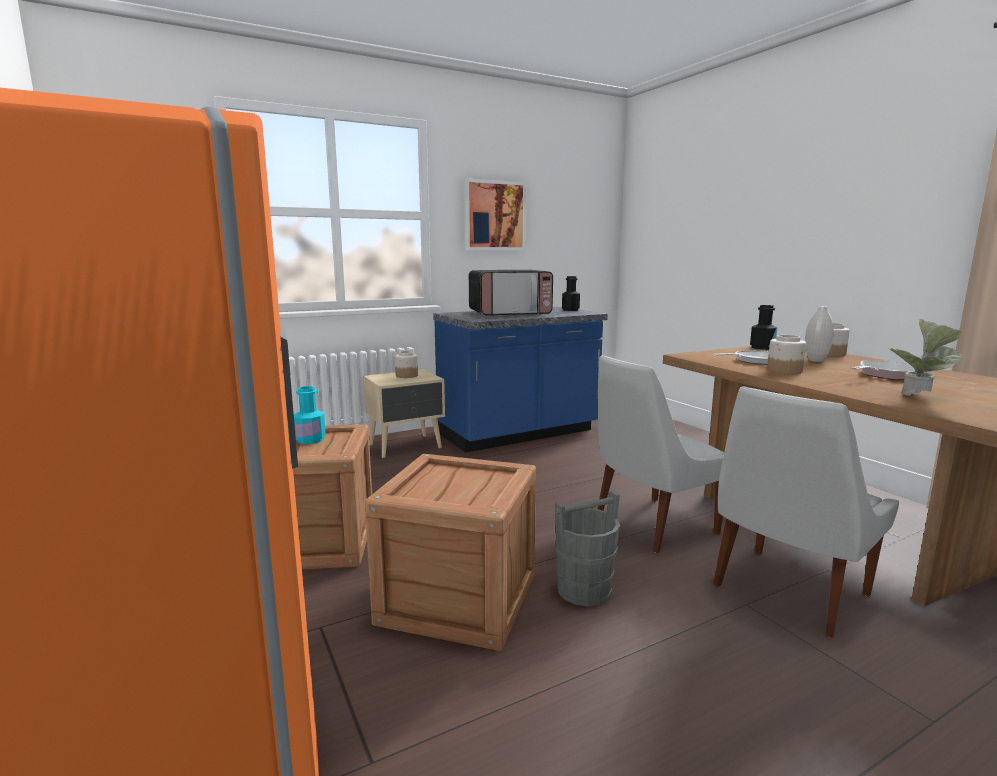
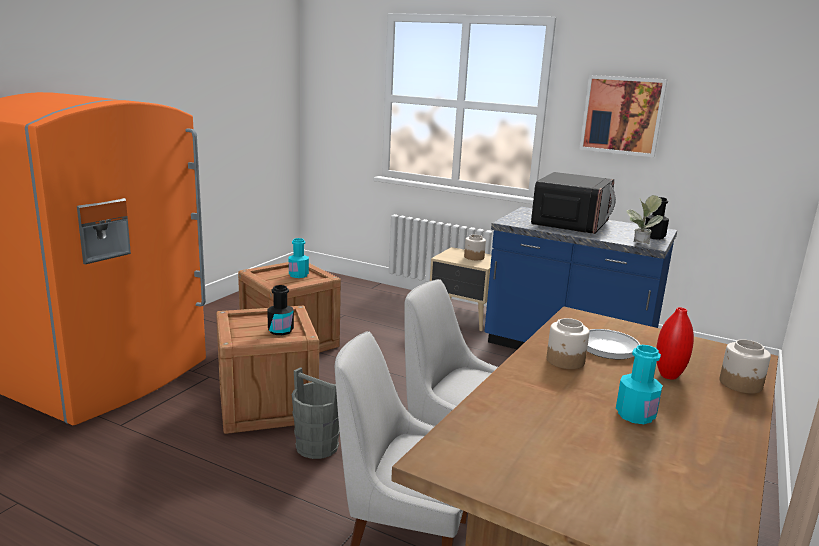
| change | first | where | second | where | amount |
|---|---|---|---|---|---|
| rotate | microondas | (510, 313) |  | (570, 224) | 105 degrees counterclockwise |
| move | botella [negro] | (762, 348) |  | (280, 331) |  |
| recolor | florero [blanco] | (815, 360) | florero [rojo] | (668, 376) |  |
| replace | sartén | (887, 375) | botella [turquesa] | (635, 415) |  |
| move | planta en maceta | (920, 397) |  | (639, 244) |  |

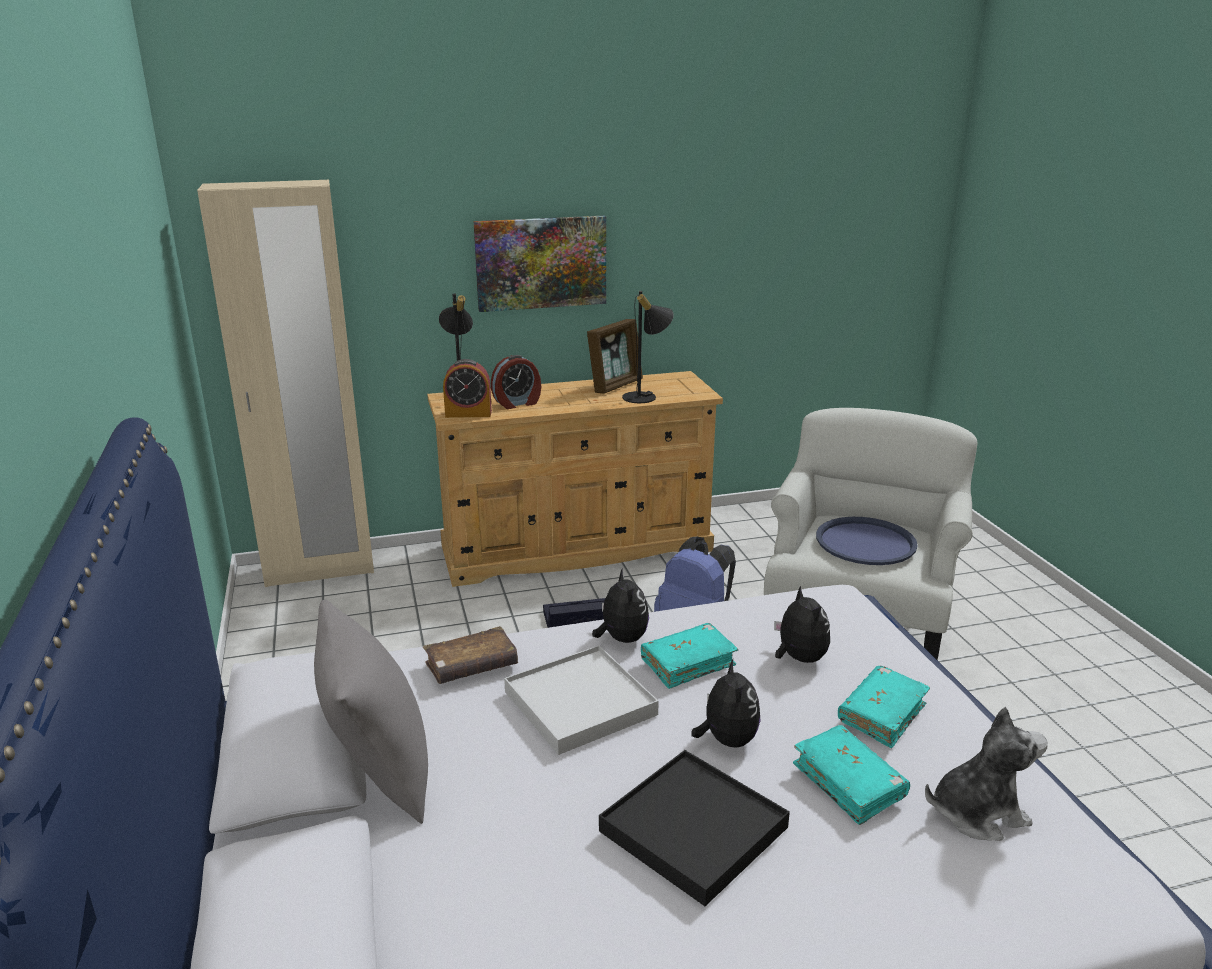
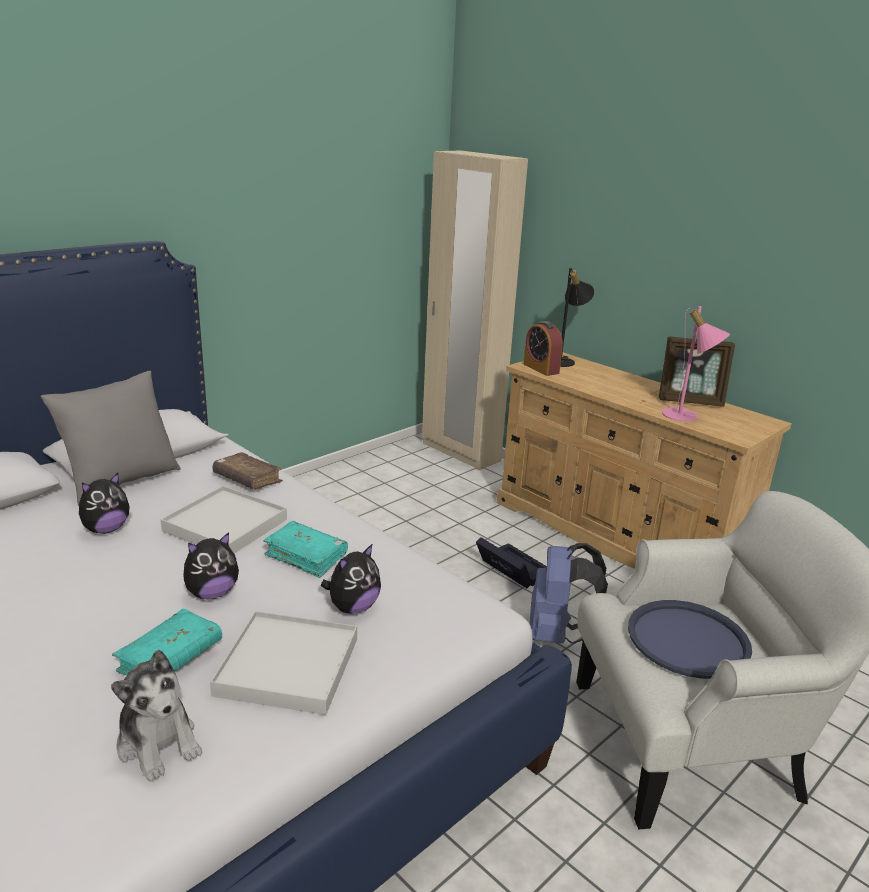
| change | first | where | second | where | amount |
|---|---|---|---|---|---|
| delete | cuadro | (541, 262) |  |  |  |
| delete | despertador | (517, 403) |  |  |  |
| move | peluche | (621, 639) |  | (106, 529) |  |
| delete | bandeja [negro] | (693, 829) |  |  |  |
| recolor | lámpara de mesa [negro] | (645, 397) | lámpara de mesa [rosa] | (686, 417) |  |
| replace | libro [turquesa] | (882, 714) | bandeja [blanco] | (288, 666) |  |

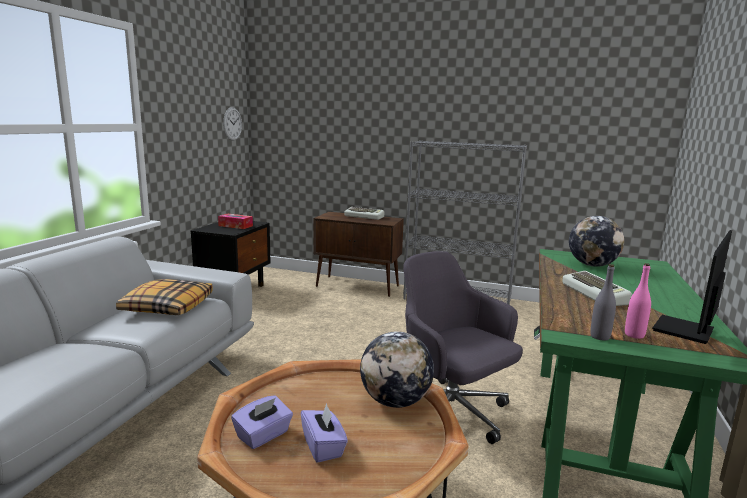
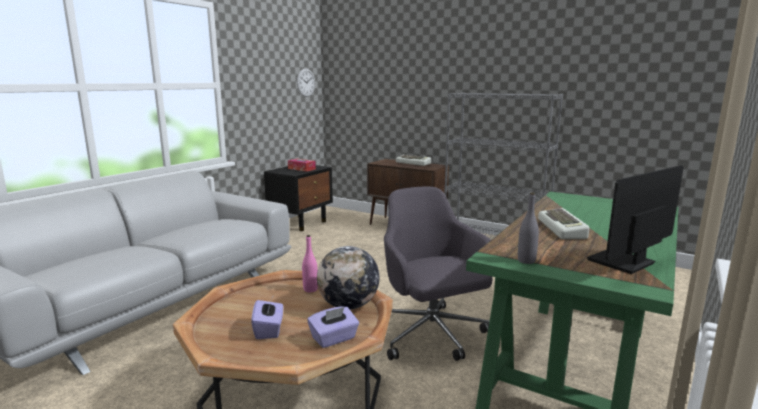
| change | first | where | second | where | amount |
|---|---|---|---|---|---|
| delete | cojín | (167, 307) |  |  |  |
| move | caja de pañuelos [morado] | (263, 435) |  | (334, 339) |  |
| delete | globo terráqueo | (592, 265) |  |  |  |
| move | botella [rosa] | (634, 335) |  | (310, 289) |  |

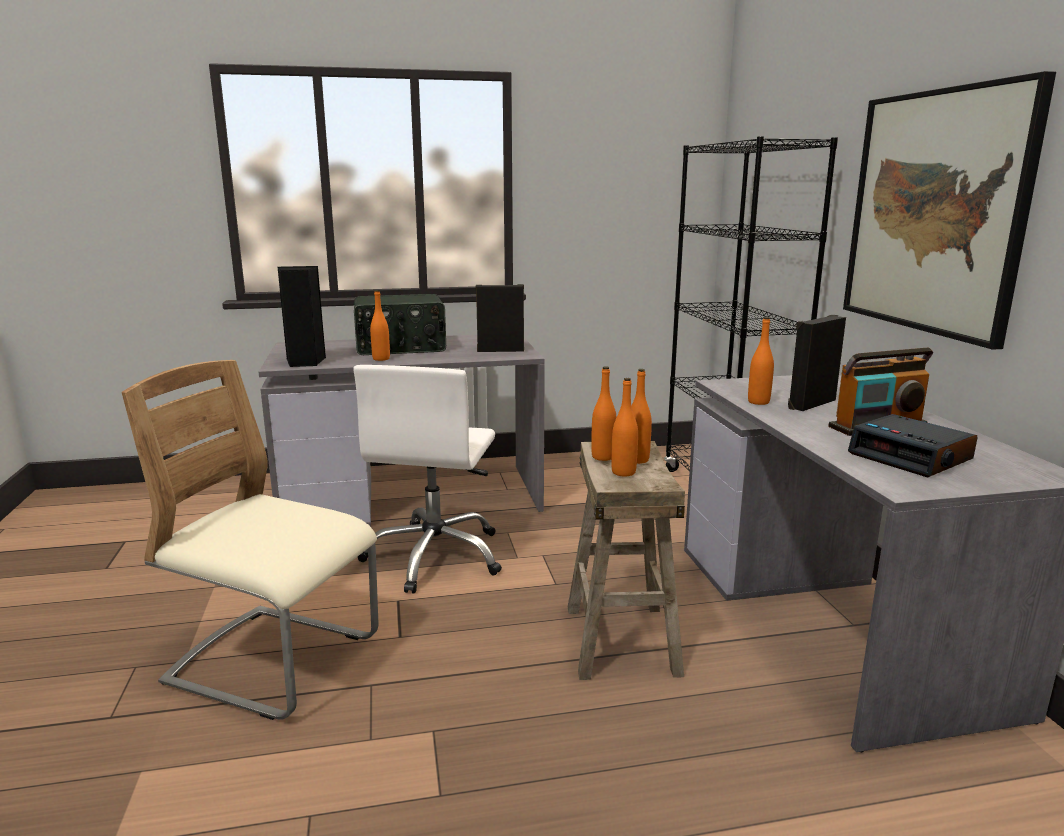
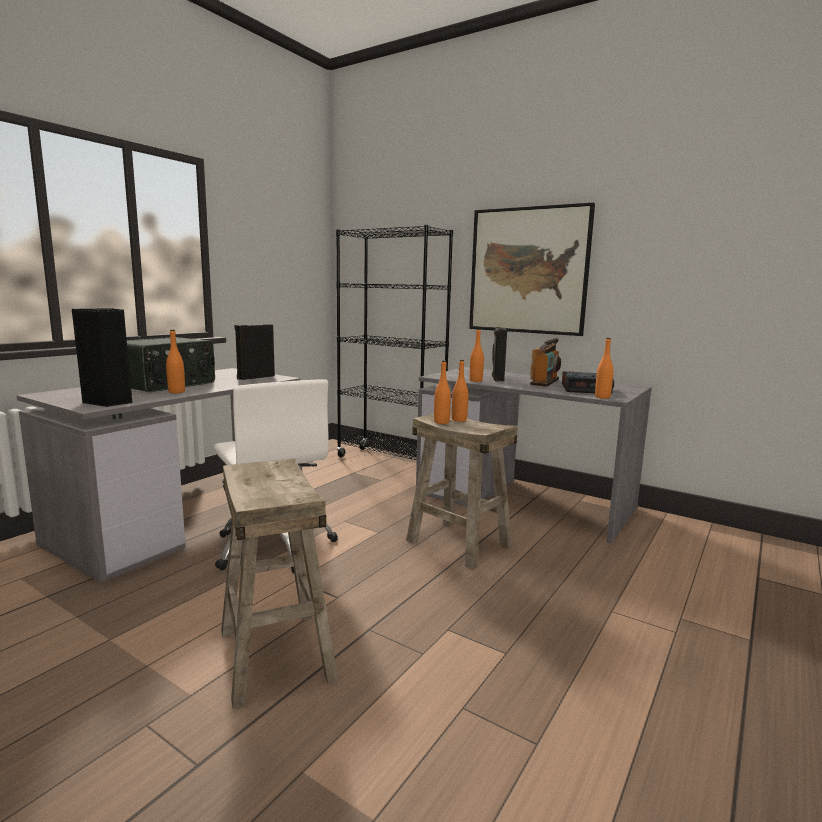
| change | first | where | second | where | amount |
|---|---|---|---|---|---|
| replace | silla [beis] | (275, 662) | taburete [beis] | (274, 654) |  |
| move | botella [naranja] | (623, 472) |  | (602, 397) |  |

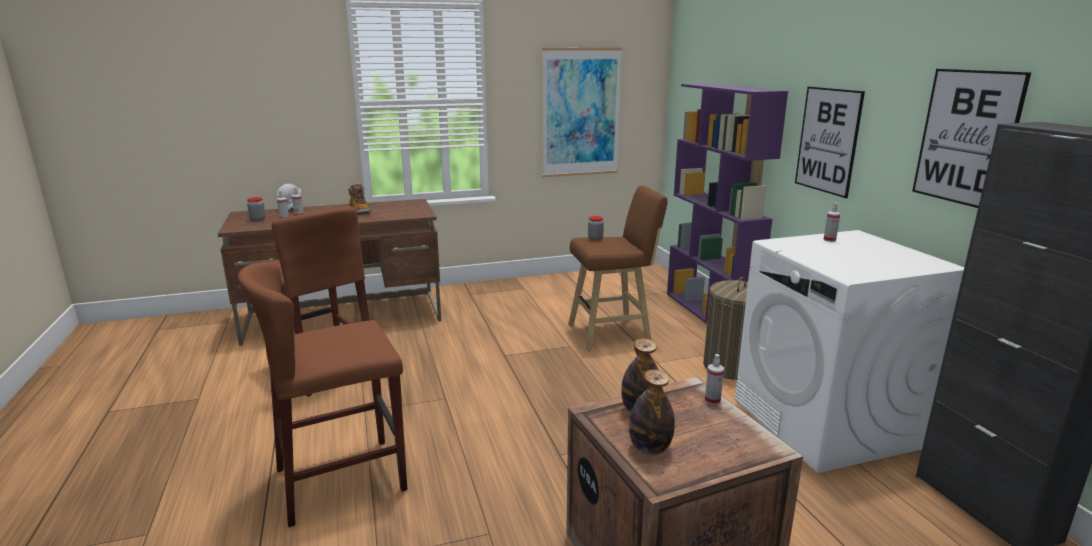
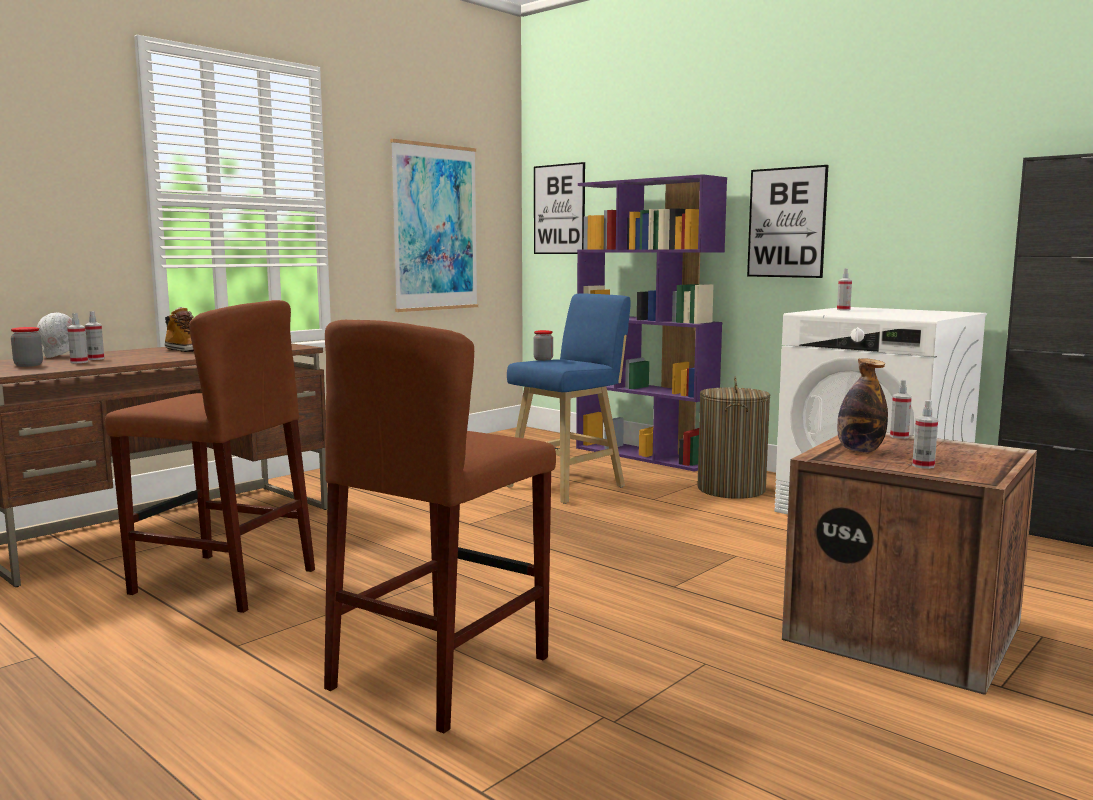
| change | first | where | second | where | amount |
|---|---|---|---|---|---|
| recolor | taburete [marrón] | (613, 334) | taburete [azul] | (569, 486) |  |
| replace | botella | (649, 448) | pulverizador | (923, 466) |  |
| move | cuadro | (966, 137) |  | (559, 209) |  |

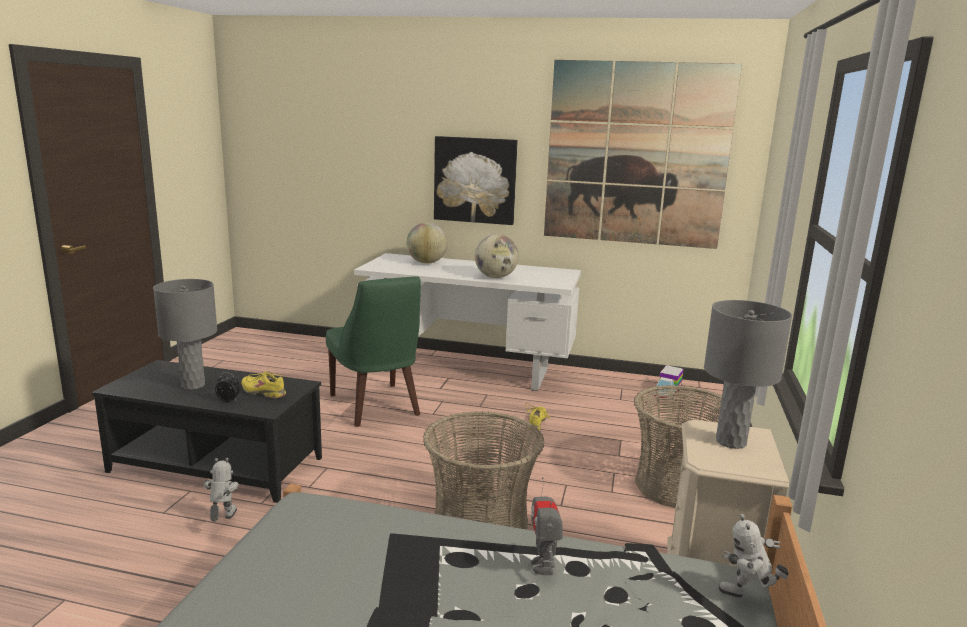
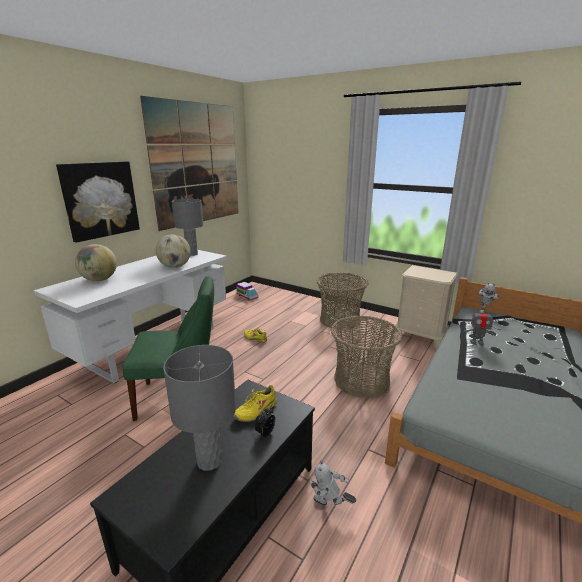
| change | first | where | second | where | amount |
|---|---|---|---|---|---|
| move | lámpara de mesa [gris] | (730, 442) |  | (192, 254) |  |

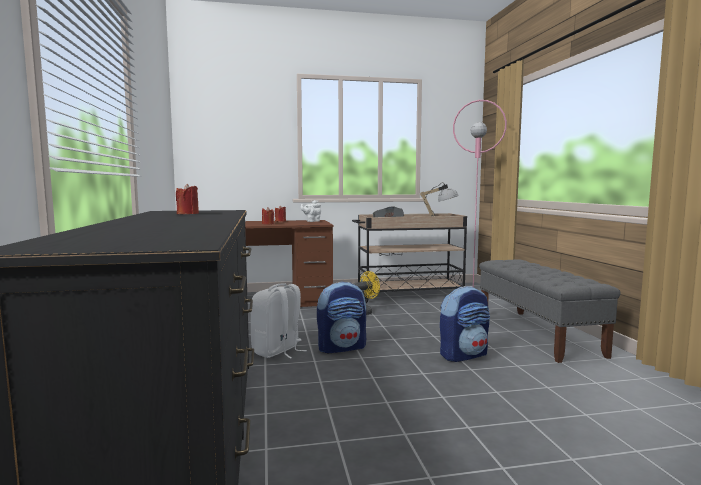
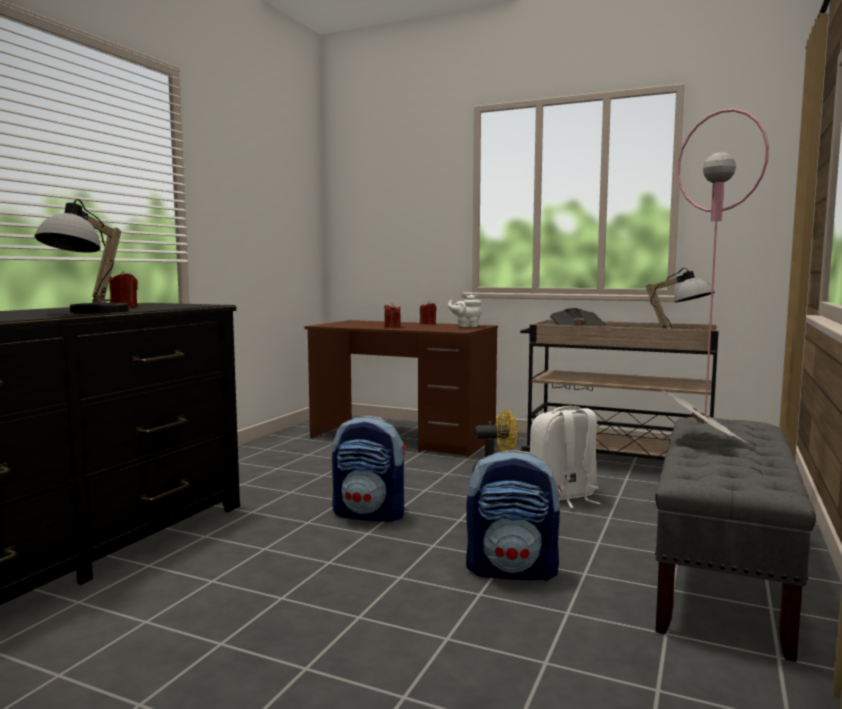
| change | first | where | second | where | amount |
|---|---|---|---|---|---|
| move | mochila [blanco] | (277, 351) |  | (563, 496) |  |
| insert |  |  | lámpara de mesa | (89, 312) |  |
| insert |  |  | periódico | (704, 440) |  |

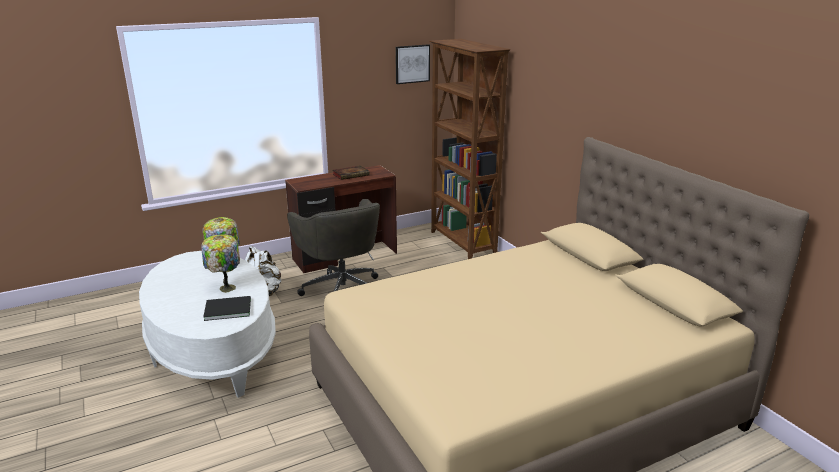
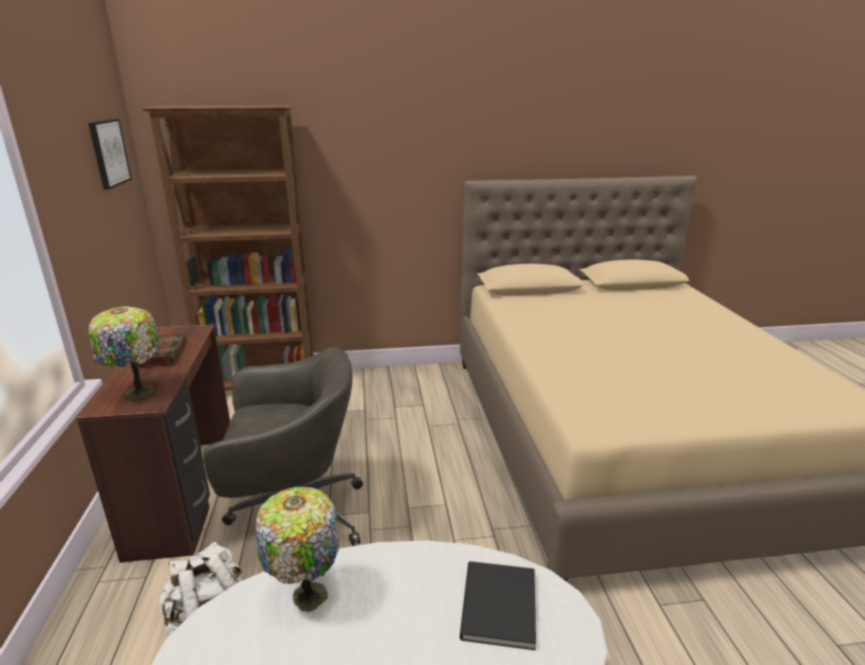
| change | first | where | second | where | amount |
|---|---|---|---|---|---|
| move | lámpara de mesa | (226, 288) |  | (137, 392) |  |

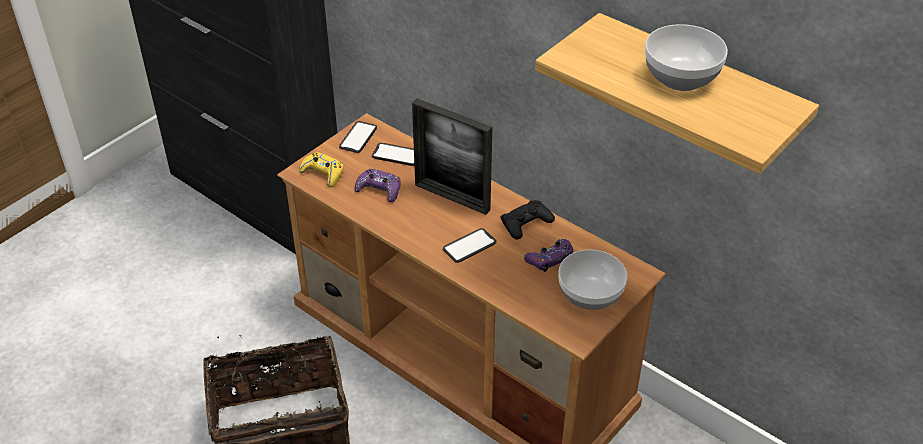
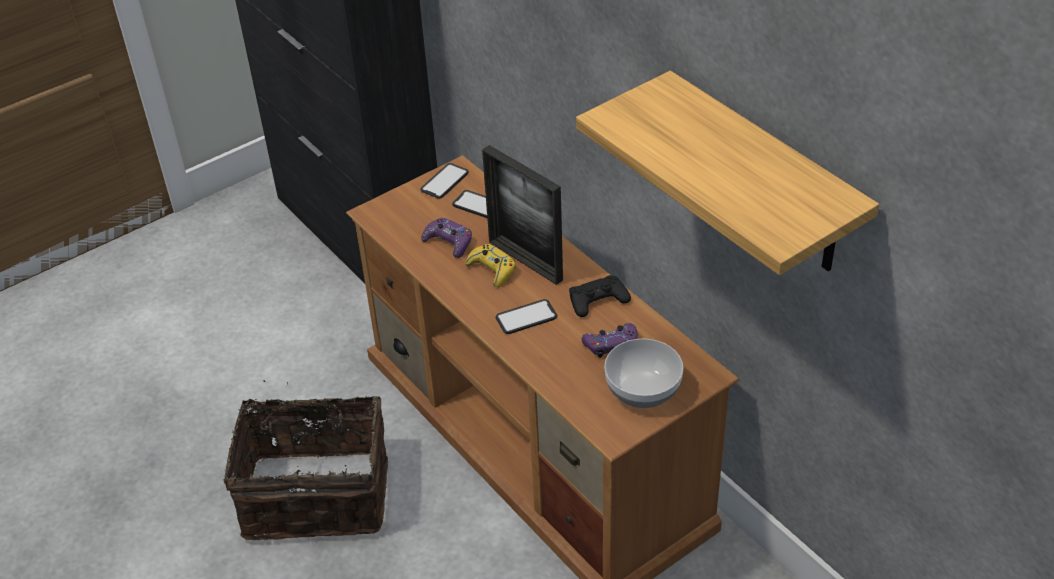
| change | first | where | second | where | amount |
|---|---|---|---|---|---|
| move | mando de consola [amarillo] | (323, 173) |  | (492, 270) |  |
| delete | cuenco | (680, 78) |  |  |  |

